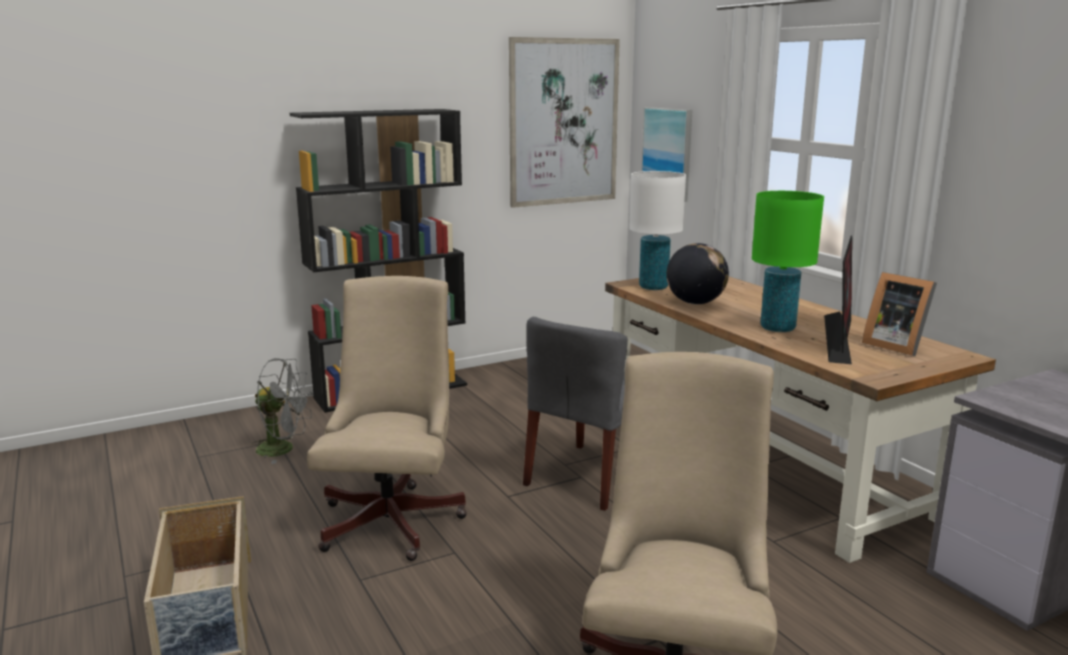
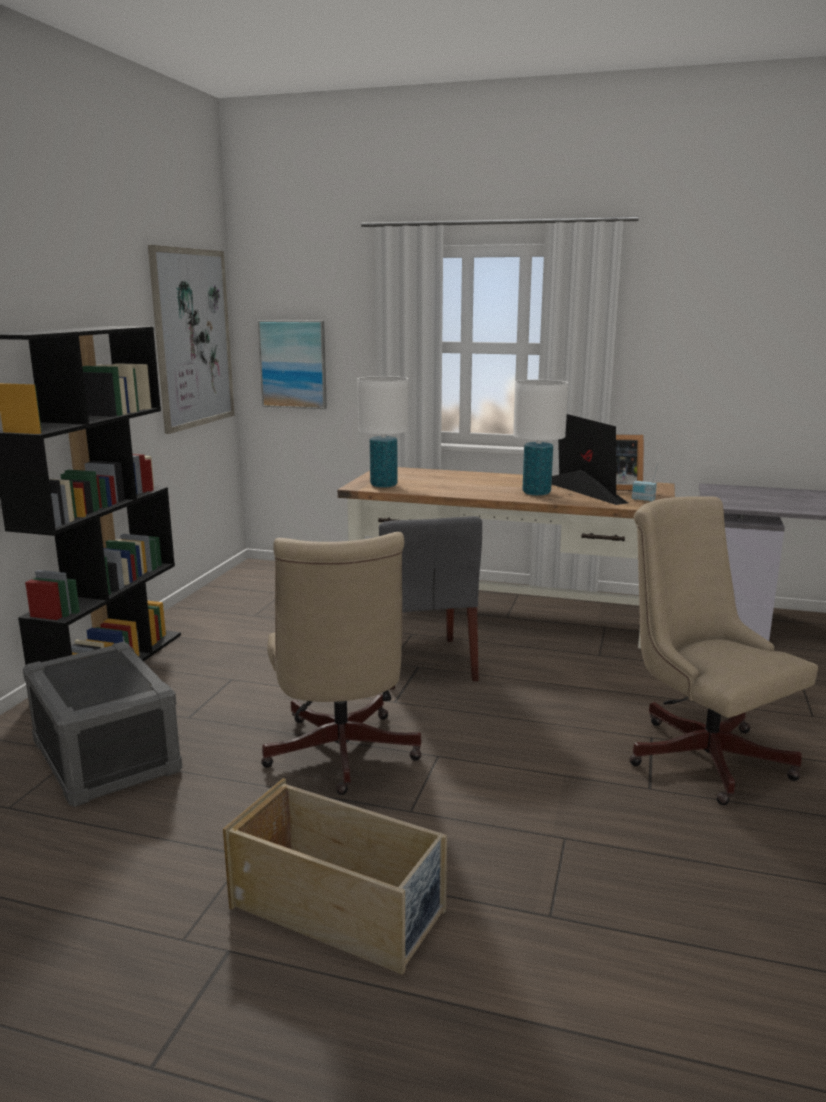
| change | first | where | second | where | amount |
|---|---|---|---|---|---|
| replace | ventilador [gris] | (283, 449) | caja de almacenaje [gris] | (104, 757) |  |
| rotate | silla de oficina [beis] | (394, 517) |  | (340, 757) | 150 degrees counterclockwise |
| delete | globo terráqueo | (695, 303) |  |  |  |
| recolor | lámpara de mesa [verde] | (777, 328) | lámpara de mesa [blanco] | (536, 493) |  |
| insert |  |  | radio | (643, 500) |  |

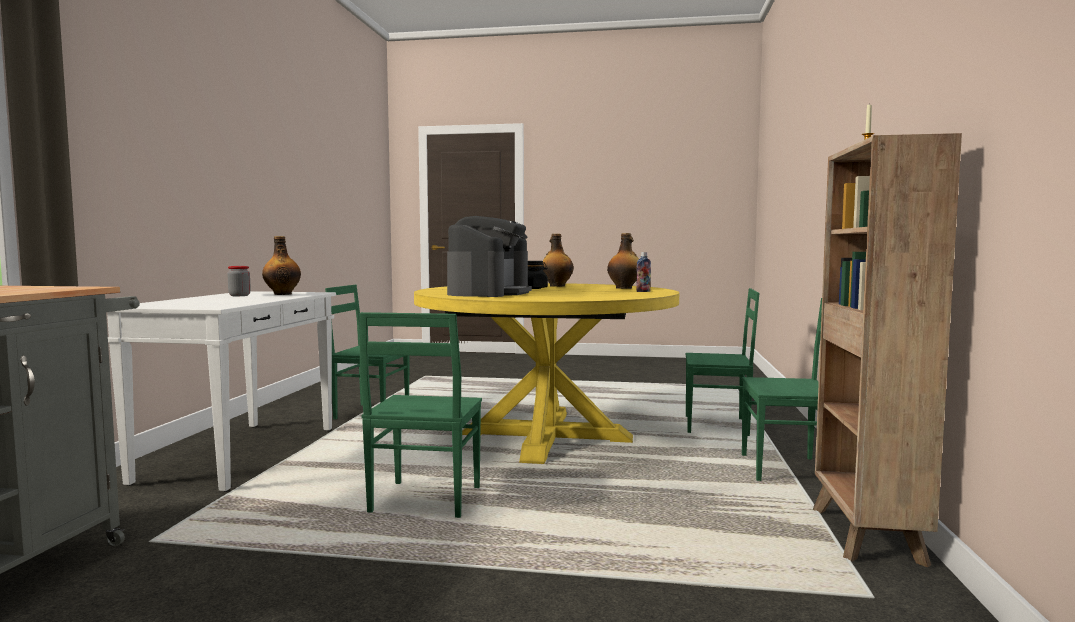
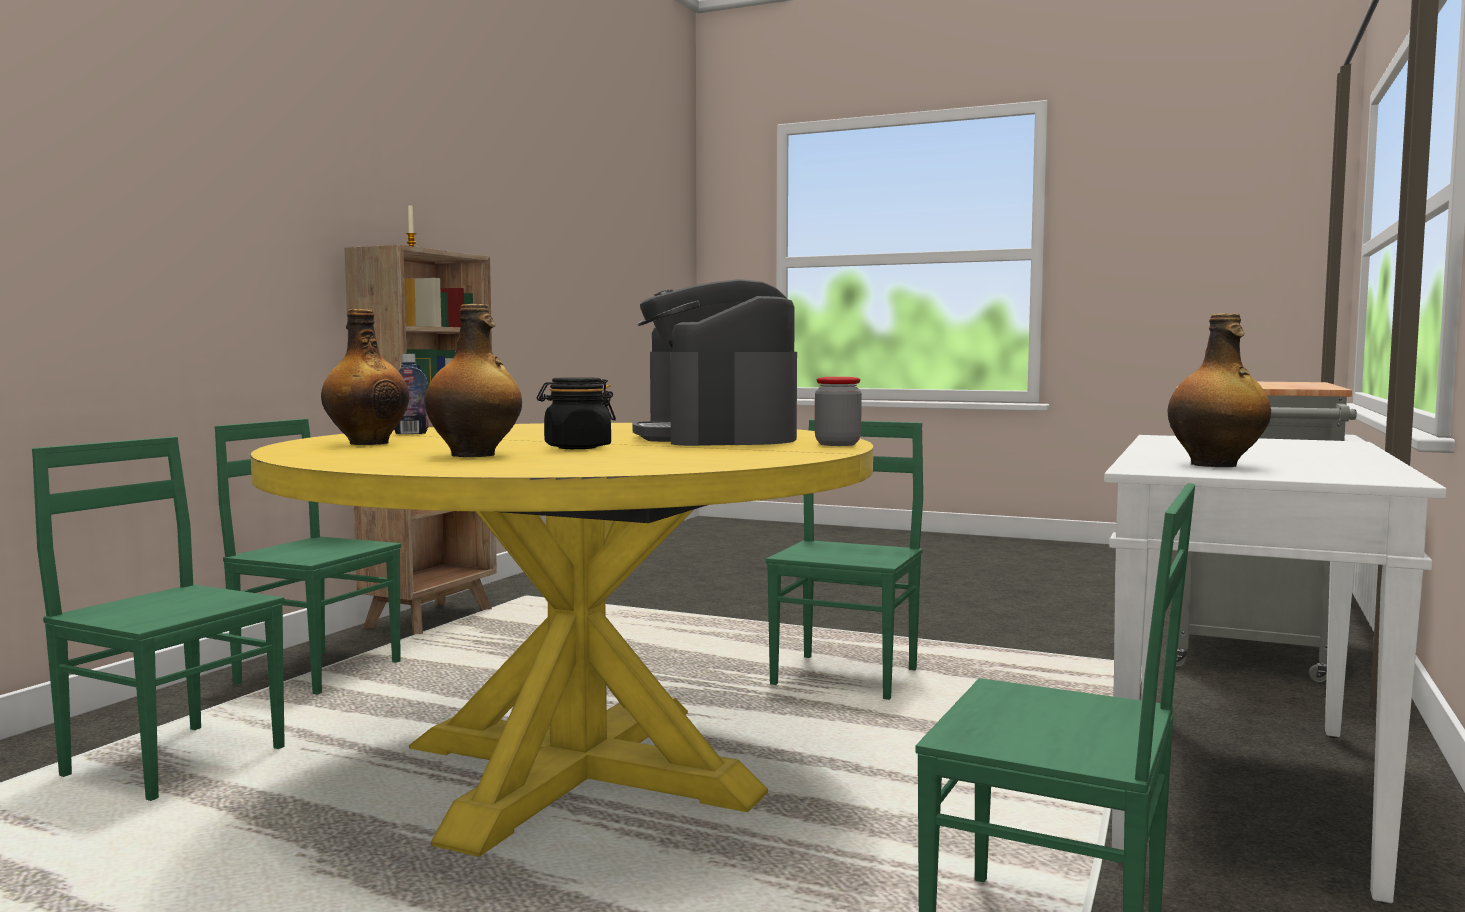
| change | first | where | second | where | amount |
|---|---|---|---|---|---|
| move | tarro | (239, 295) |  | (837, 444) |  |
| rotate | cafetera | (489, 293) |  | (717, 437) | 45 degrees counterclockwise |

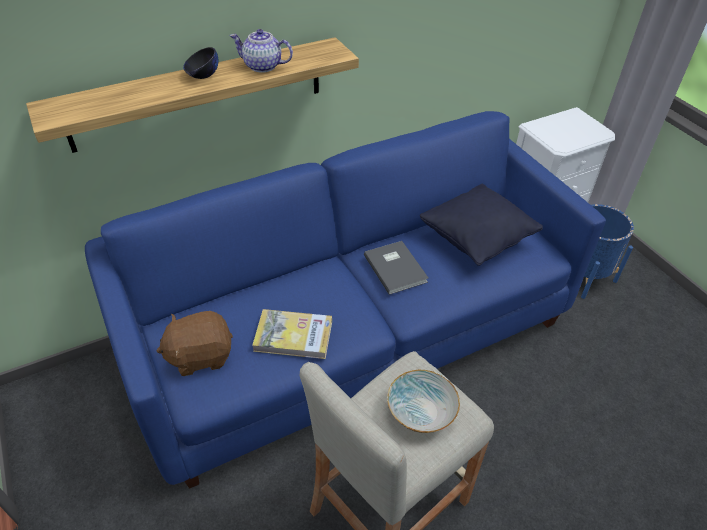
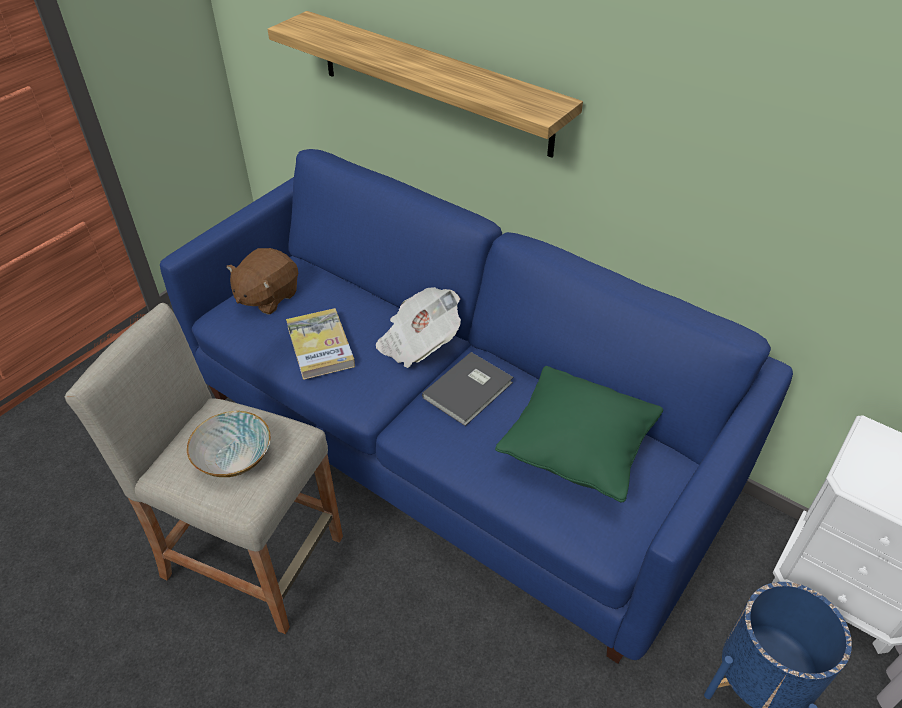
| change | first | where | second | where | amount |
|---|---|---|---|---|---|
| rotate | peluche [marrón] | (200, 355) |  | (267, 297) | 105 degrees counterclockwise |
| delete | cuenco [negro] | (203, 76) |  |  |  |
| delete | tetera | (263, 66) |  |  |  |
| recolor | cojín [negro] | (476, 240) | cojín [verde] | (577, 452) |  |
| insert |  |  | periódico | (418, 342) |  |

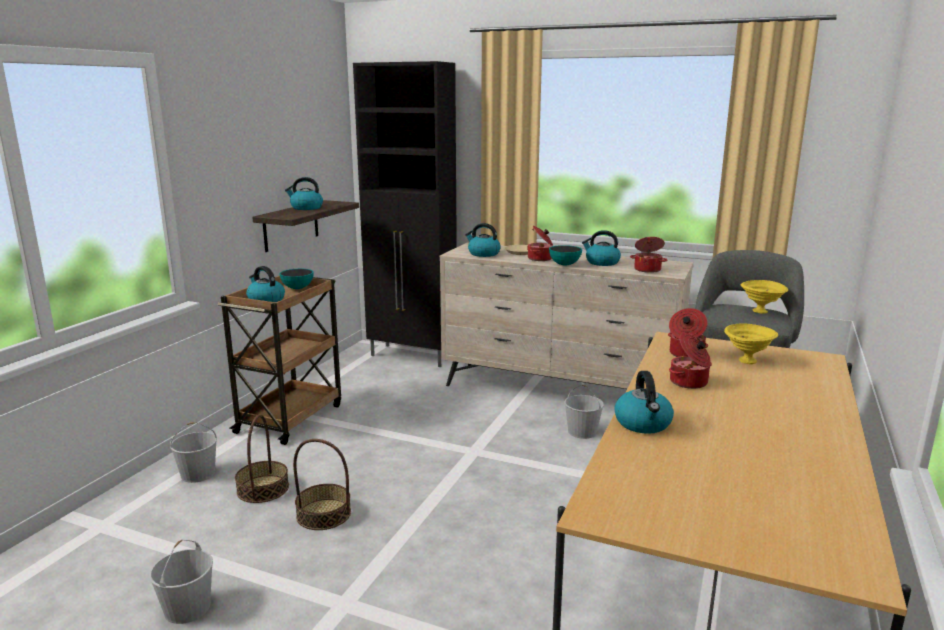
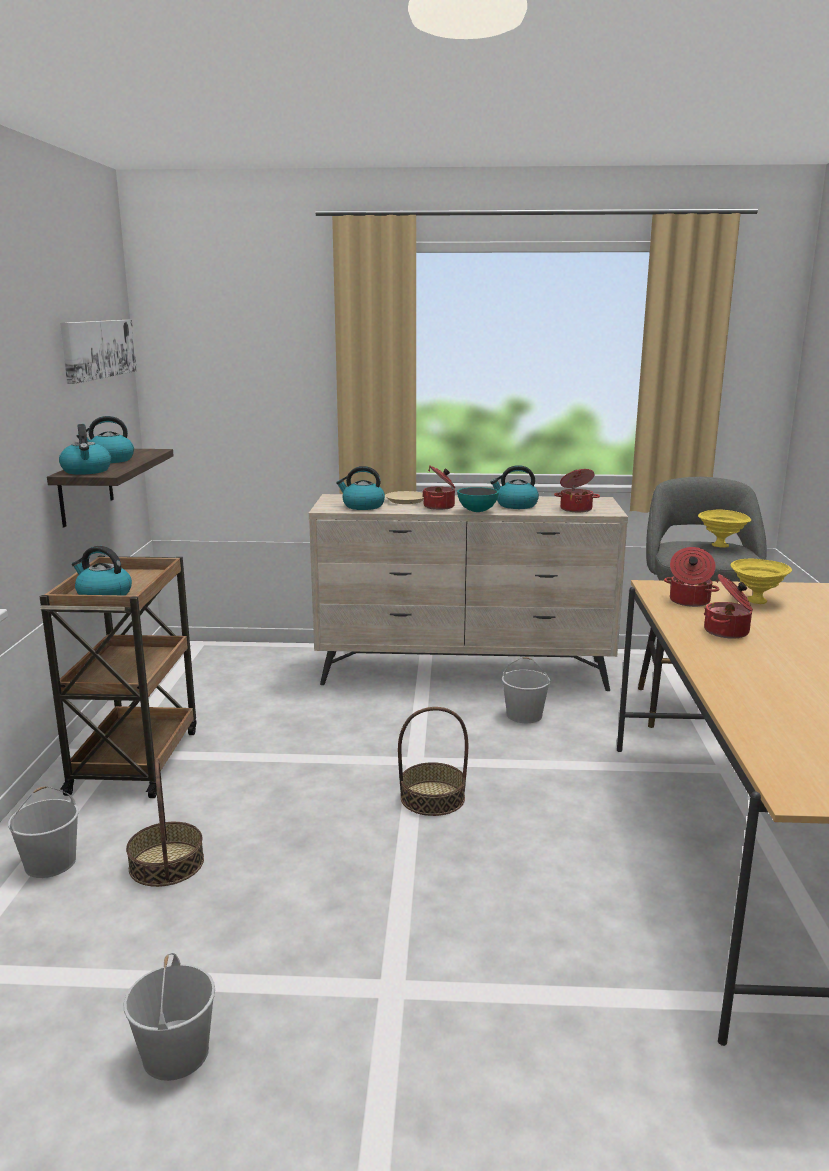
| change | first | where | second | where | amount |
|---|---|---|---|---|---|
| delete | cuenco | (297, 288) |  |  |  |
| move | cesta | (323, 514) |  | (432, 798) |  |
| delete | armario [negro] | (413, 356) |  |  |  |
| move | hervidor | (643, 424) |  | (87, 471) |  |
| insert |  |  | cuadro | (98, 349) |  |

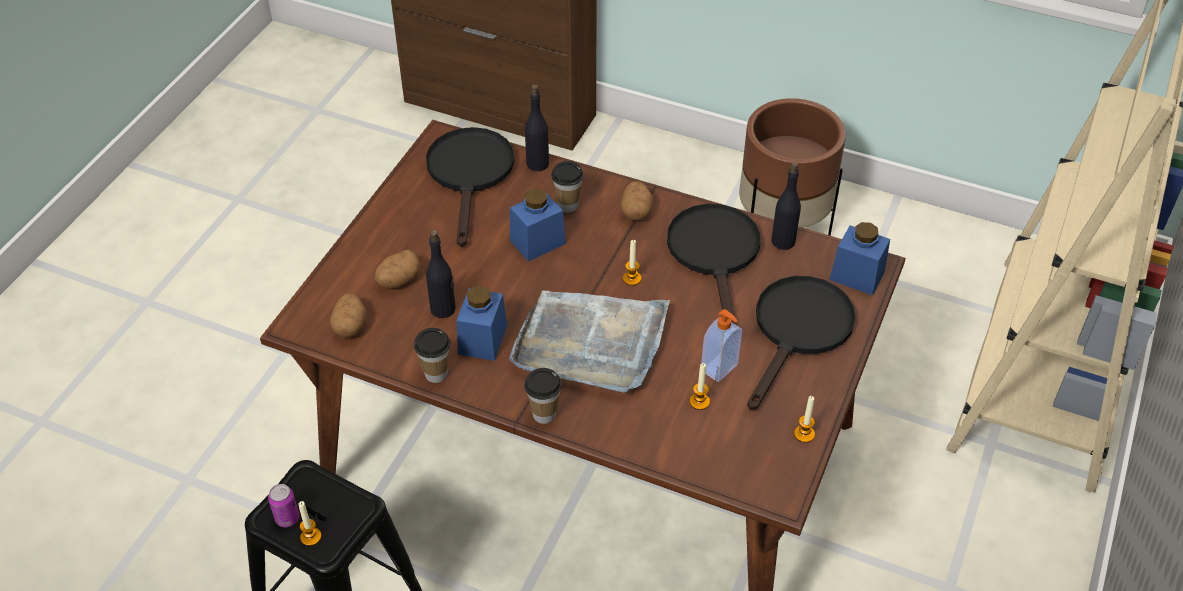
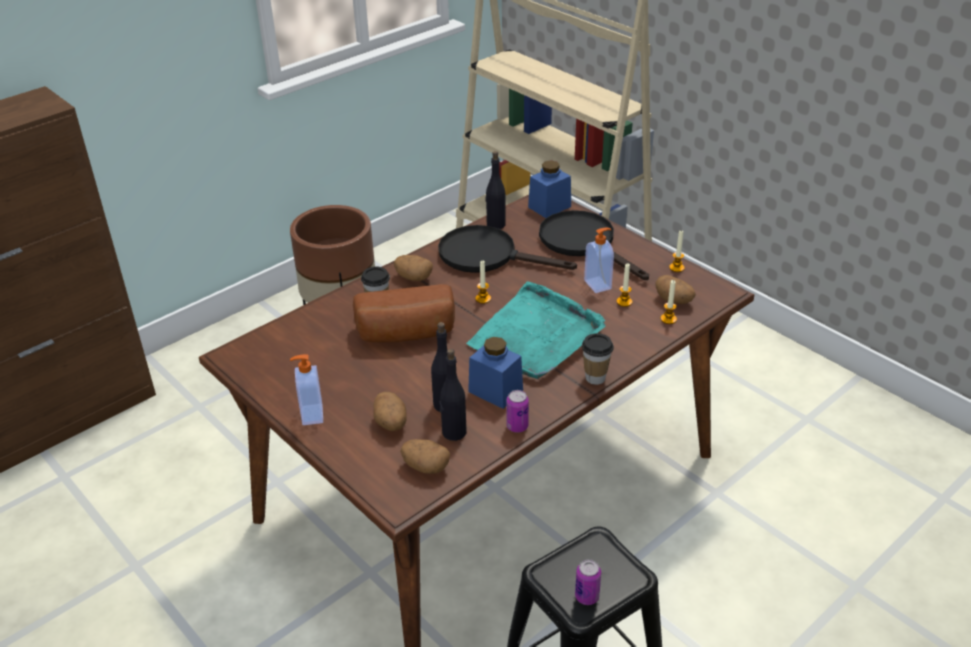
| change | first | where | second | where | amount |
|---|---|---|---|---|---|
| move | vela | (311, 537) |  | (668, 319) |  |
| replace | taza | (436, 374) | lata | (517, 426) |  |
| delete | sartén [negro] | (470, 175) |  |  |  |
| recolor | bandeja [gris] | (591, 343) | bandeja [turquesa] | (536, 336) |  |
| replace | tarro [azul] | (537, 242) | pan | (407, 334) |  |
| move | botella [negro] | (537, 163) |  | (453, 432) |  |
| insert |  |  | dispensador de jabón | (311, 415) |  |
| insert |  |  | patata | (674, 300) |  |

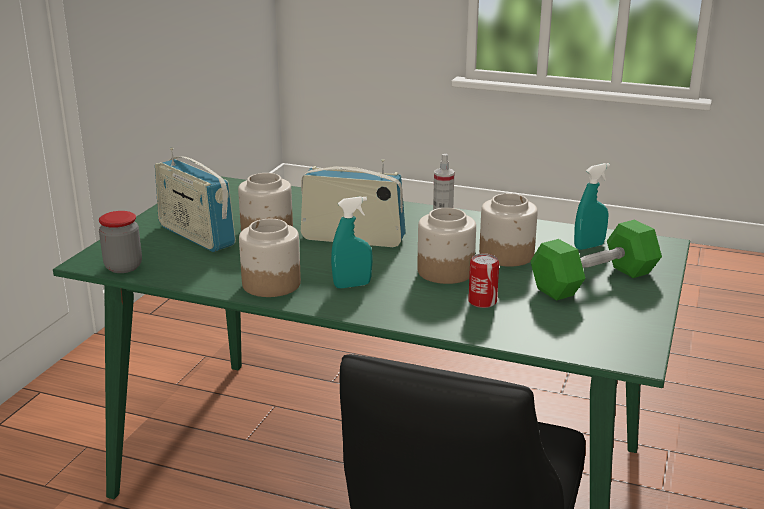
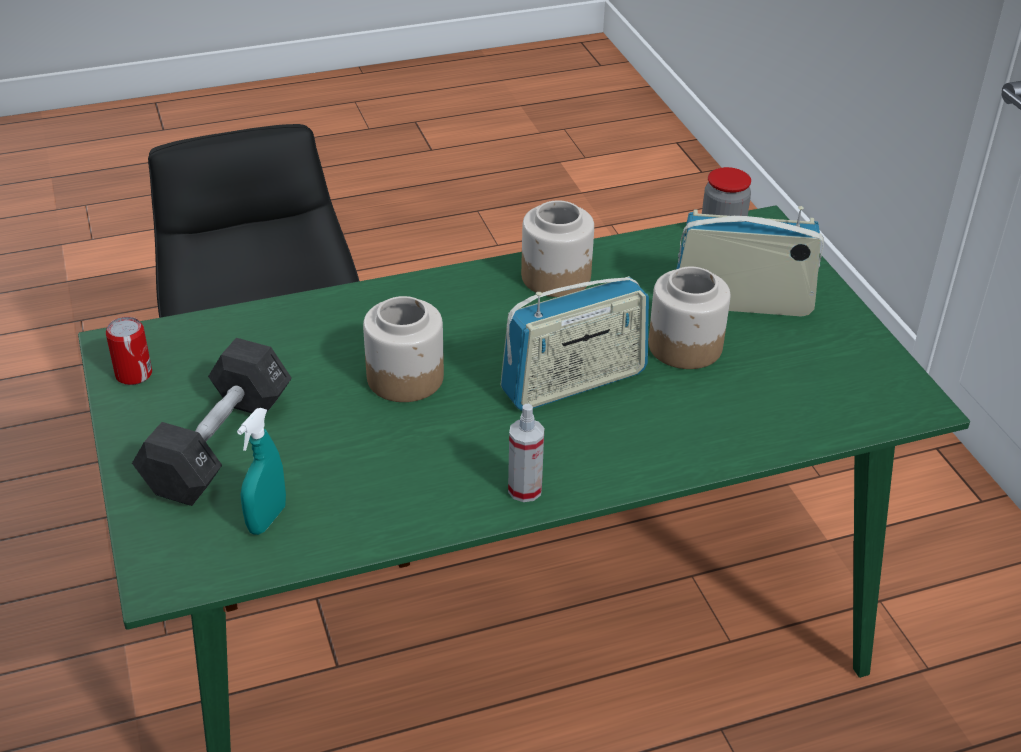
| change | first | where | second | where | amount |
|---|---|---|---|---|---|
| delete | pulverizador [turquesa] | (352, 285) |  |  |  |
| move | lata | (482, 302) |  | (134, 374) |  |
| delete | tarro | (507, 255) |  |  |  |
| recolor | mancuerna [verde] | (594, 281) | mancuerna [negro] | (219, 445) |  |

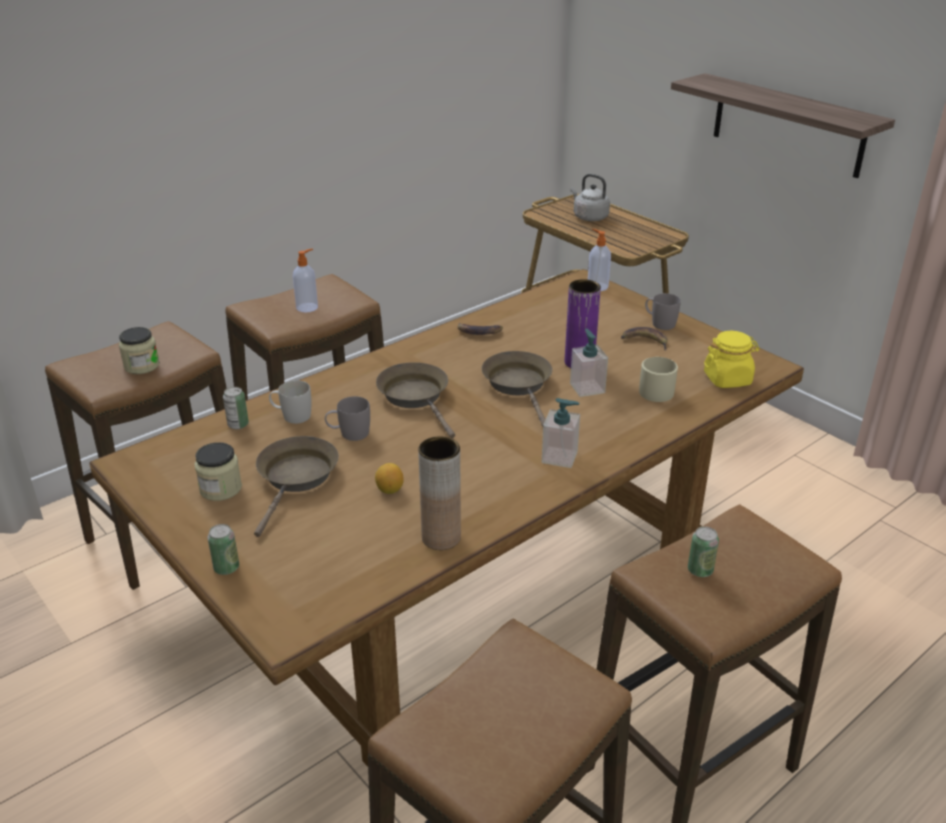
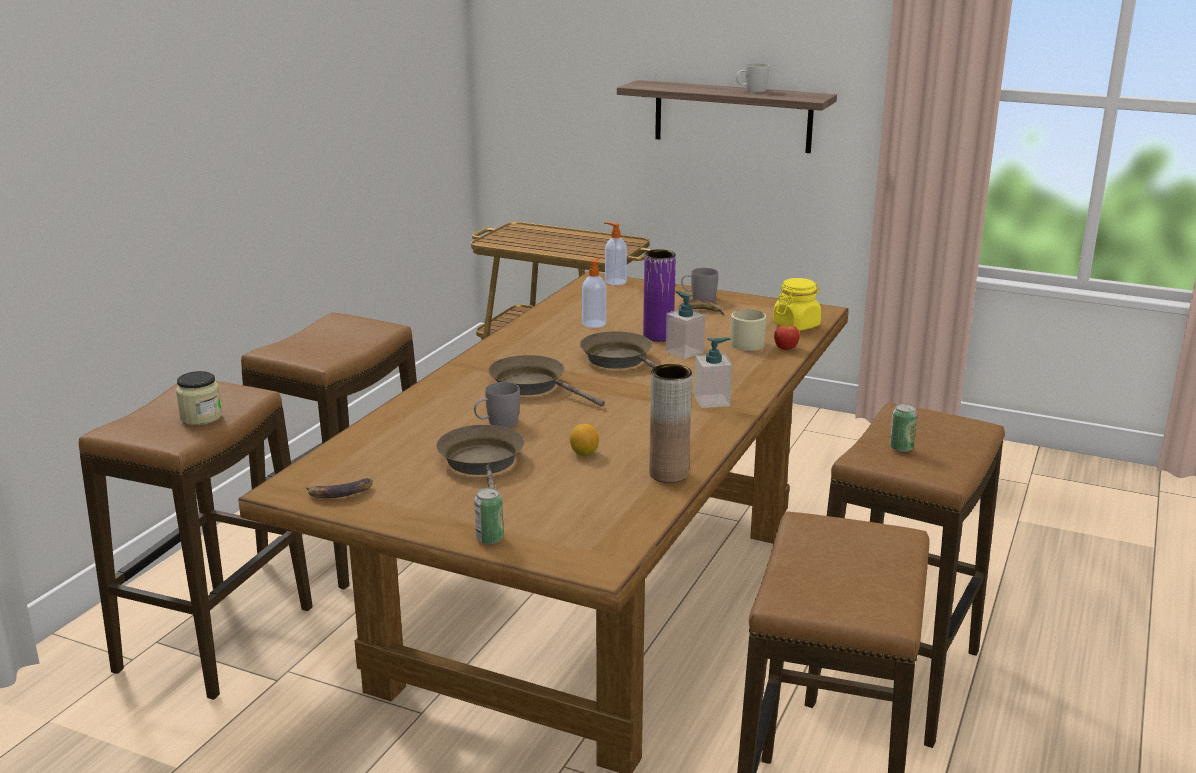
| change | first | where | second | where | amount |
|---|---|---|---|---|---|
| delete | tarro | (220, 488) |  |  |  |
| delete | lata | (238, 425) |  |  |  |
| move | taza grande [blanco] | (291, 416) |  | (751, 90) |  |
| move | dispensador de jabón | (308, 307) |  | (594, 323) |  |
| move | plátano | (479, 331) |  | (340, 493) |  |
| delete | hervidor [gris] | (589, 217) |  |  |  |
| insert |  |  | manzana | (786, 348) |  |

